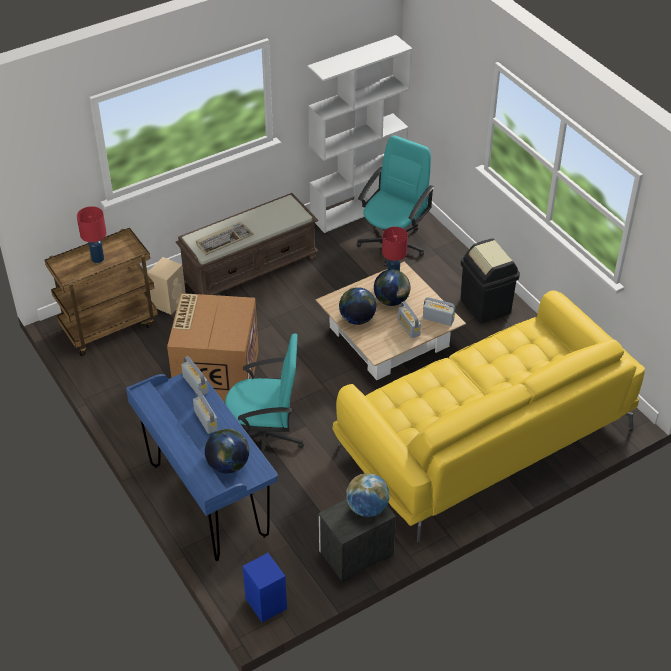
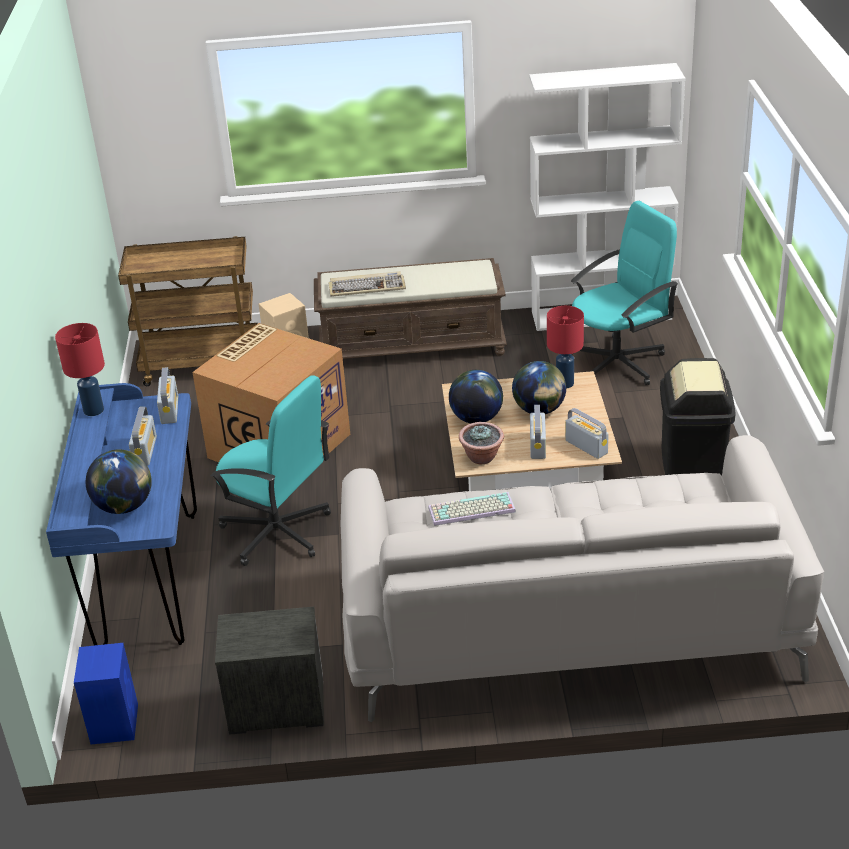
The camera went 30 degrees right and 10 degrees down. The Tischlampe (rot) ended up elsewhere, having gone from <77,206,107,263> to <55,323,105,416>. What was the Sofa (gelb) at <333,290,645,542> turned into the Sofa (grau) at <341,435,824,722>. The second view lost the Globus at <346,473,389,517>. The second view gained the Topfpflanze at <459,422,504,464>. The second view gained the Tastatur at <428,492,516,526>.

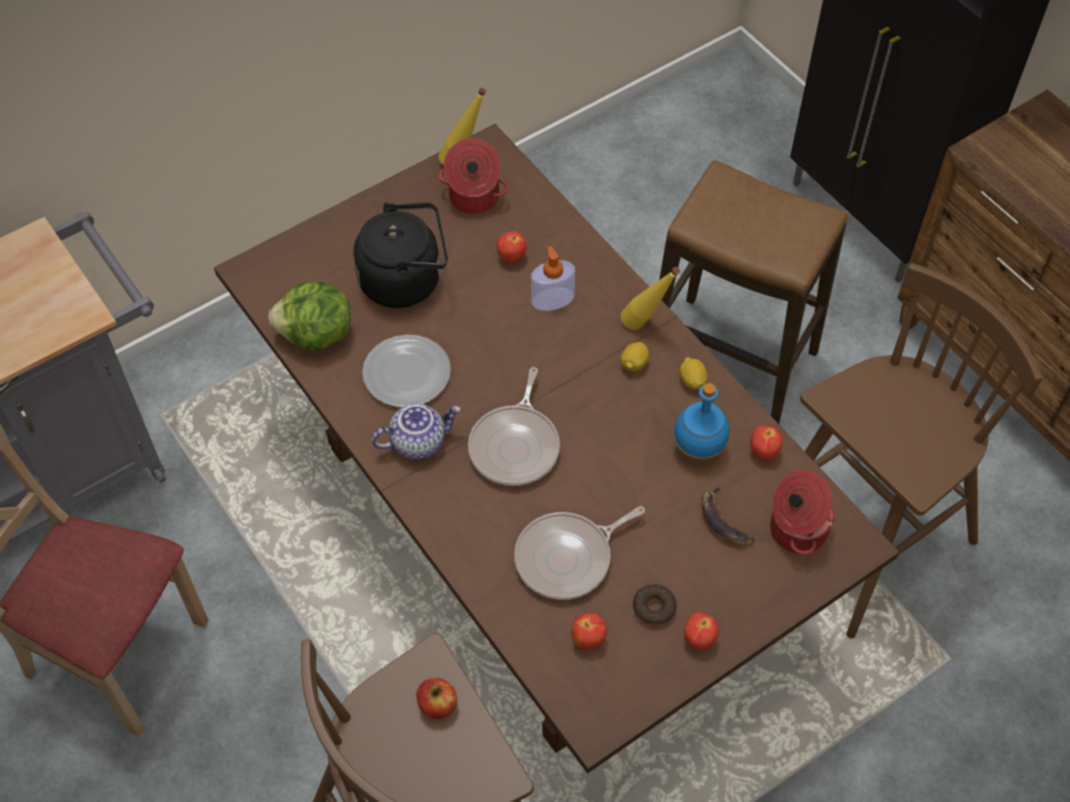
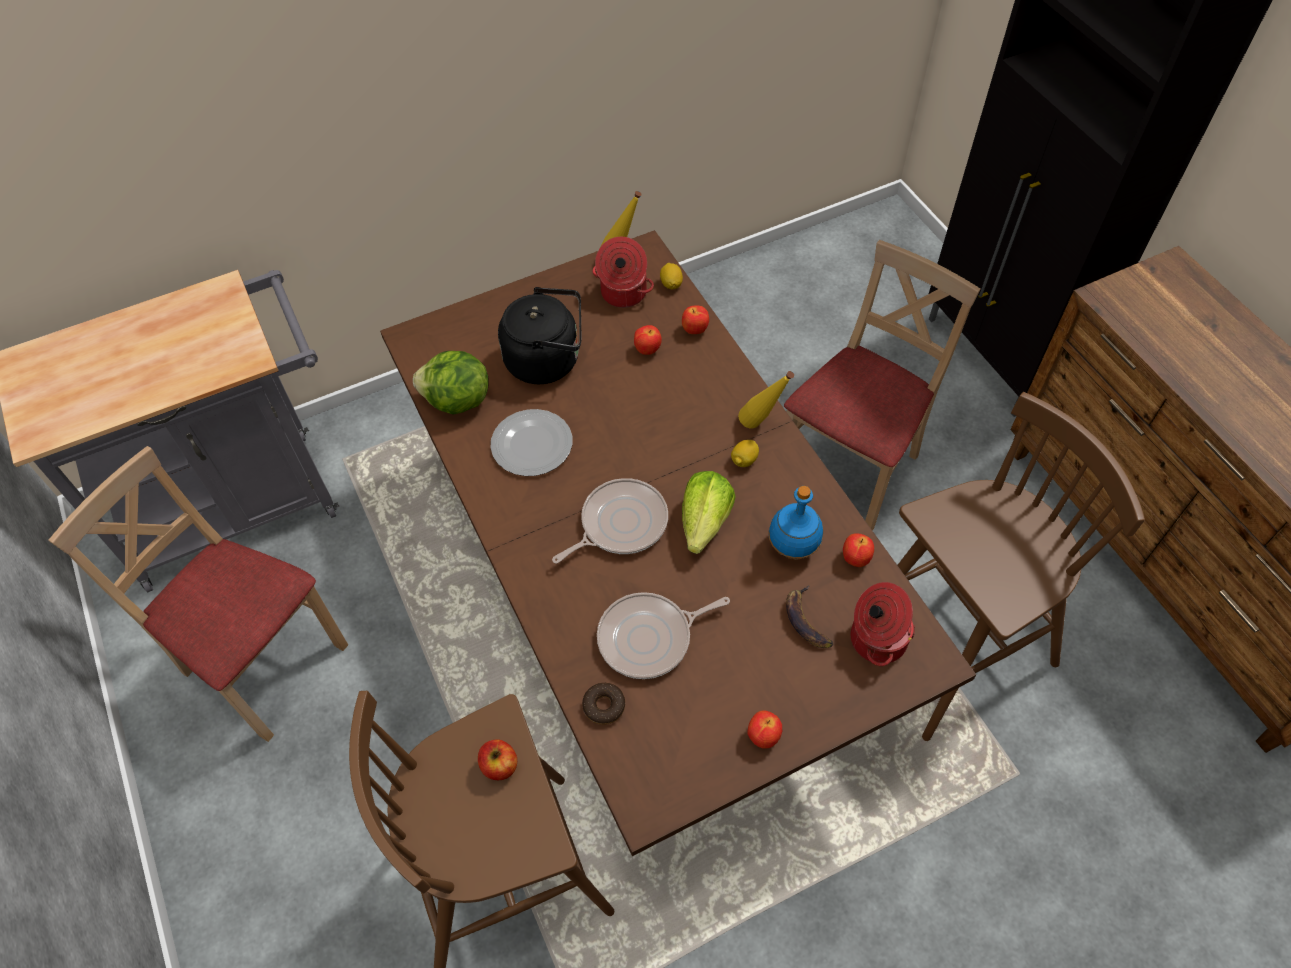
The camera went 10 degrees right and 0 degrees up. Where the Hocker stood at <659,160,848,424>, the Stuhl (beige) came to stand at <784,240,981,530>. The second view lost the Seifenspender at <531,246,575,311>. The Zitrone ended up elsewhere, having gone from <679,357,708,390> to <660,263,683,289>. The Pfanne at <468,367,560,486> ended up facing another way, 150 degrees counterclockwise from before. The second view lost the Teekanne at <372,404,461,460>. The Donut ended up elsewhere, having gone from <633,584,677,626> to <582,683,625,725>. The Apfel ended up elsewhere, having gone from <571,613,607,649> to <682,305,709,334>. The second view gained the Salatkopf at <682,471,736,554>.

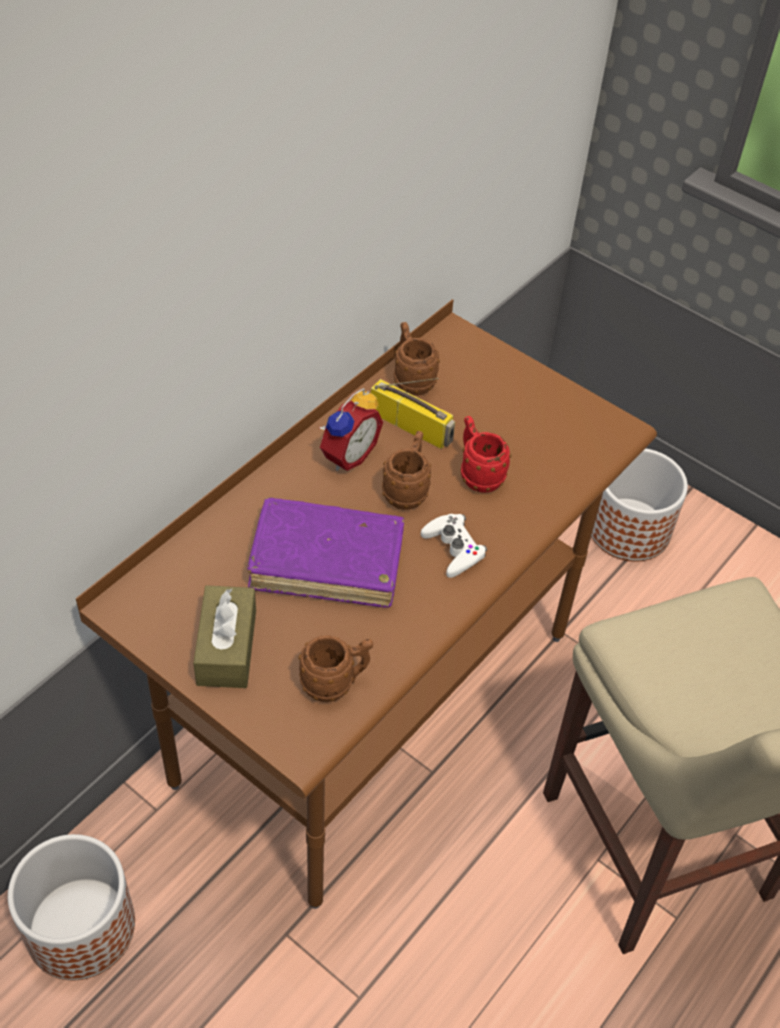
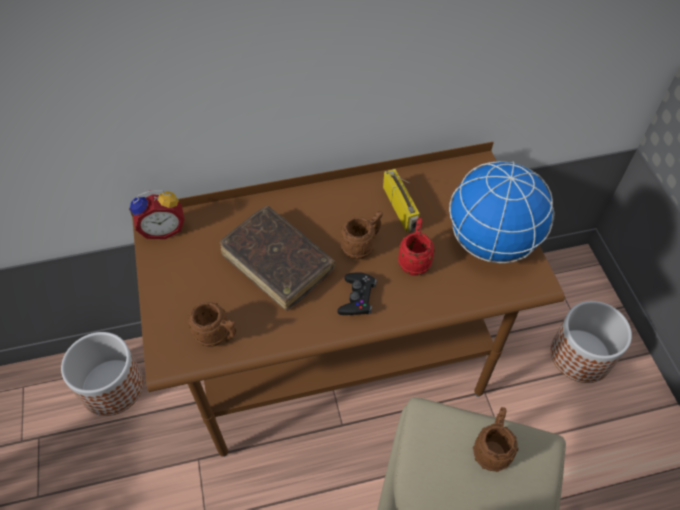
The camera went 40 degrees right and 5 degrees up. The Henkelbecher (braun) ended up elsewhere, having gone from <394,322,440,395> to <473,407,518,472>. The Wecker ended up elsewhere, having gone from <319,388,383,471> to <130,190,184,239>. What was the Buch (lila) at <247,497,405,608> turned into the Buch (braun) at <220,206,335,311>. What was the Gamepad (weiß) at <421,514,487,578> turned into the Gamepad (schwarz) at <337,272,377,315>. The second view lost the Taschentuchbox (braun) at <193,585,256,688>. The second view gained the Globus at <449,161,554,263>.

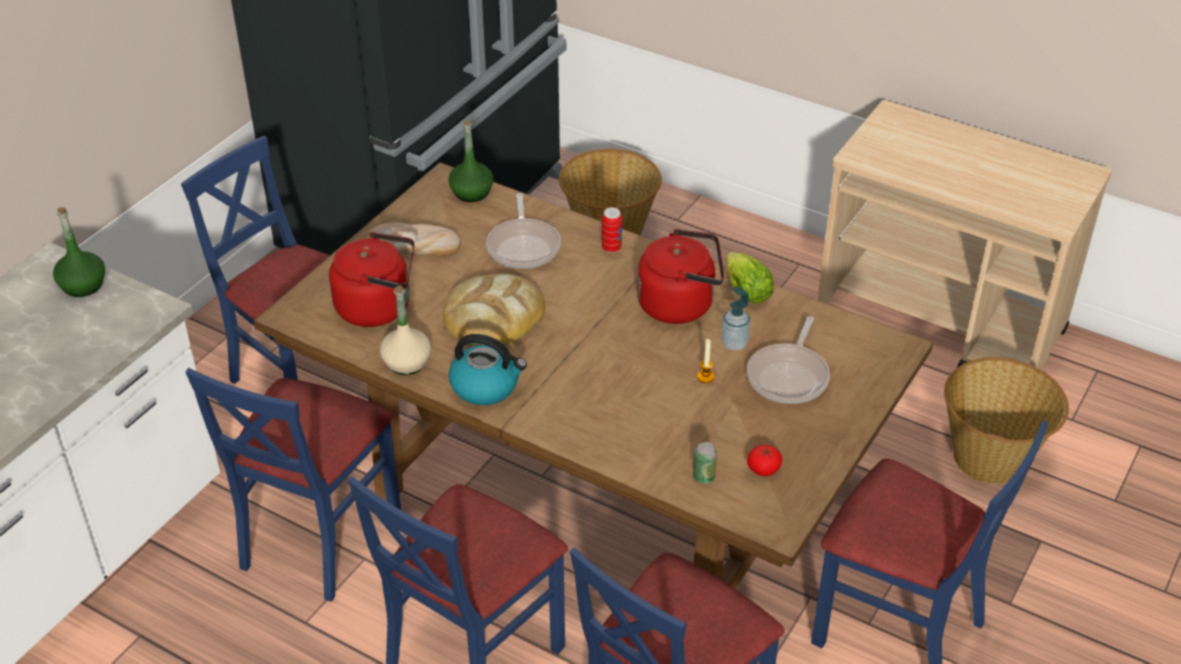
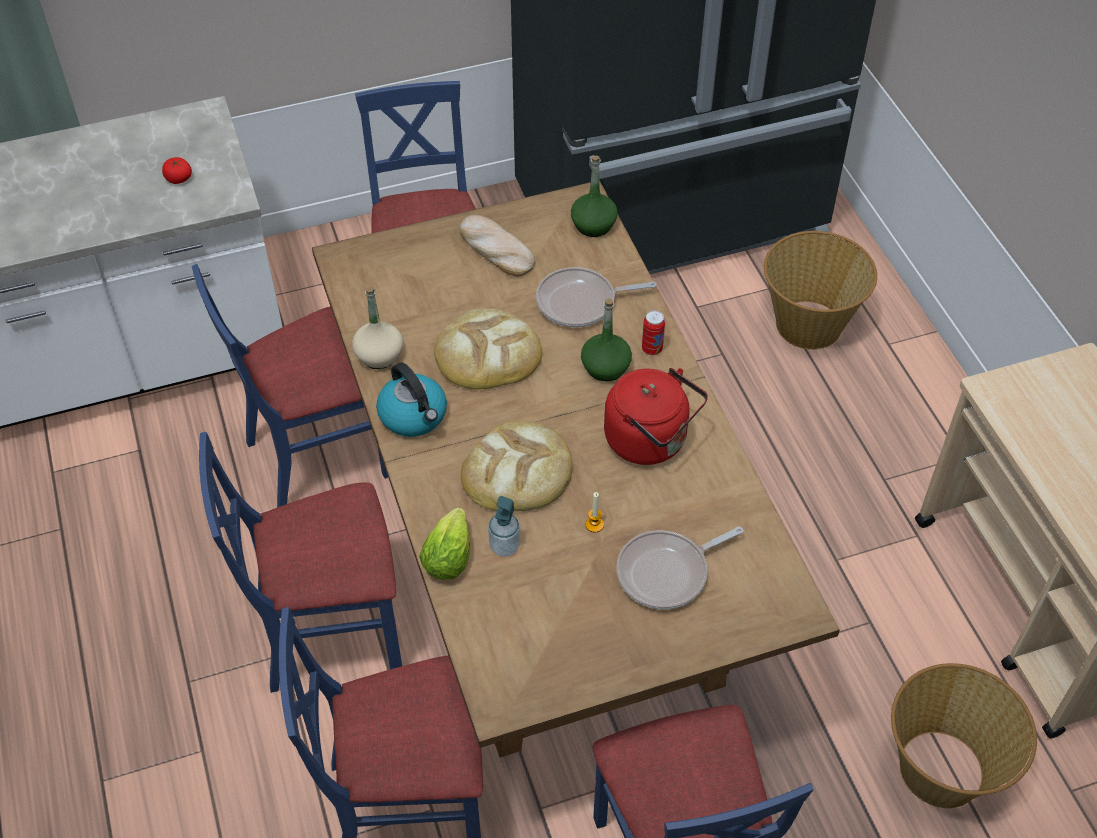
The camera went 40 degrees right and 10 degrees up. The Pfanne at <486,193,561,269> ended up facing another way, 45 degrees clockwise from before. The Flasche (grün) ended up elsewhere, having gone from <53,207,105,297> to <581,298,632,381>. The second view lost the Wasserkessel (rot) at <329,232,414,327>. The Salatkopf ended up elsewhere, having gone from <726,252,774,304> to <419,507,470,580>. The Seifenspender ended up elsewhere, having gone from <721,287,751,351> to <488,496,520,557>. The second view lost the Dose at <693,442,717,484>. The Tomate ended up elsewhere, having gone from <747,445,782,476> to <162,157,192,184>. The second view gained the Brot at <461,421,573,511>.

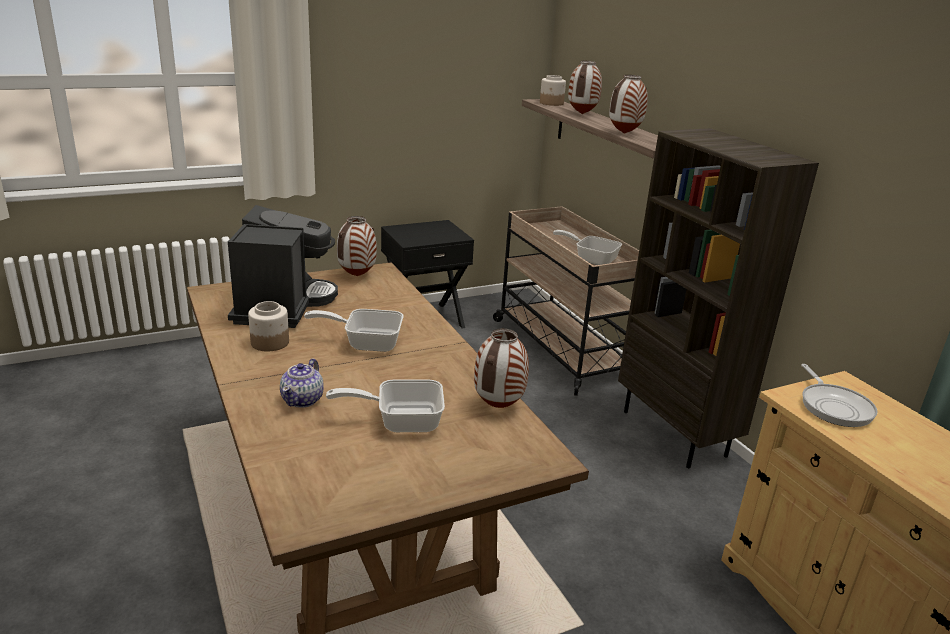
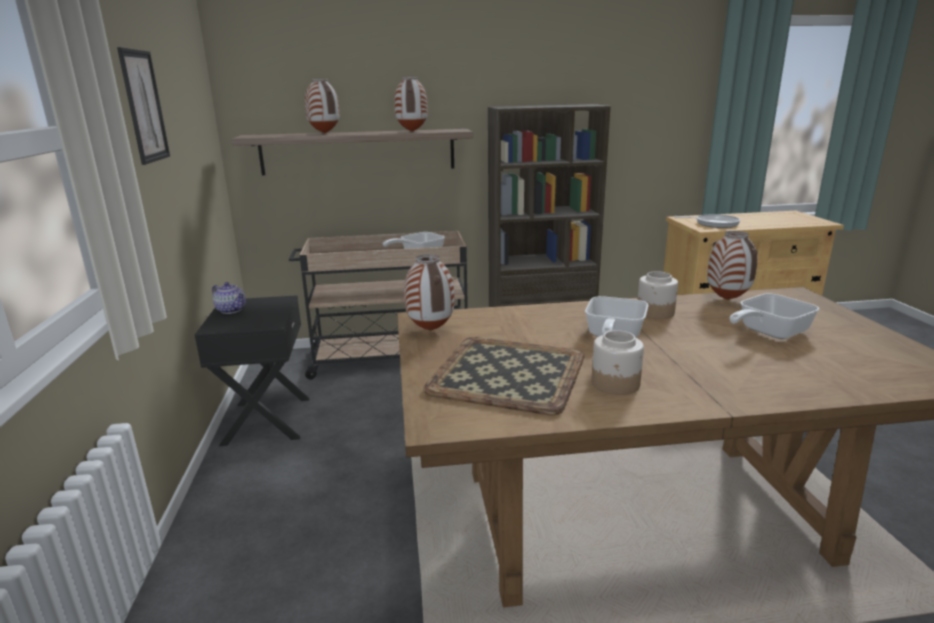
The camera went 70 degrees left and 5 degrees down. The Vorratsglas ended up elsewhere, having gone from <540,75,566,106> to <638,271,678,319>. Where the Kaffeemaschine stood at <228,205,338,328>, the Tablett came to stand at <423,337,584,415>. The Teekanne ended up elsewhere, having gone from <280,358,323,408> to <212,282,246,314>. The Pfanne at <326,380,445,432> ended up facing another way, 45 degrees clockwise from before. The second view gained the Bild at <117,47,170,165>.

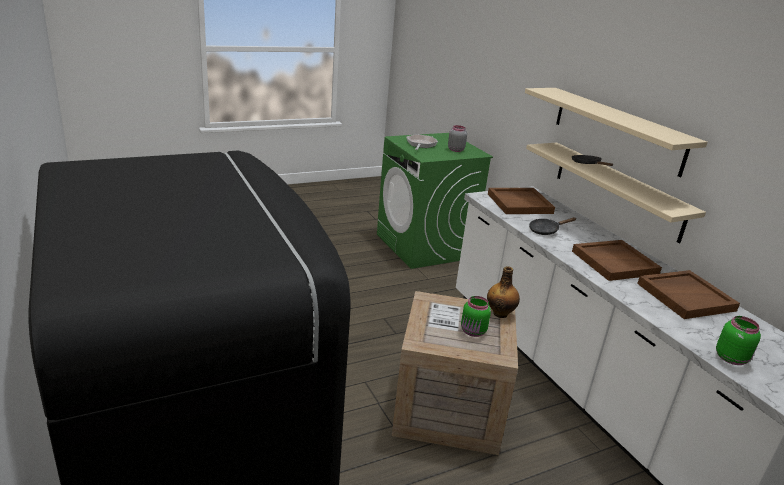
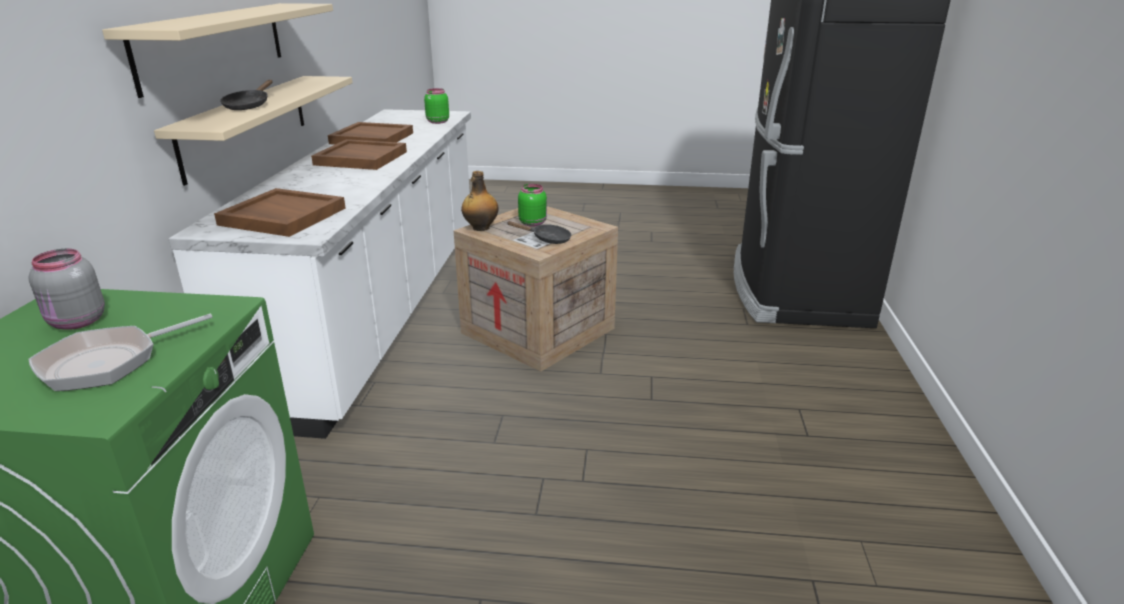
The camera went 145 degrees left and 0 degrees up. The Pfanne (schwarz) ended up elsewhere, having gone from <529,217,577,235> to <507,221,571,244>.

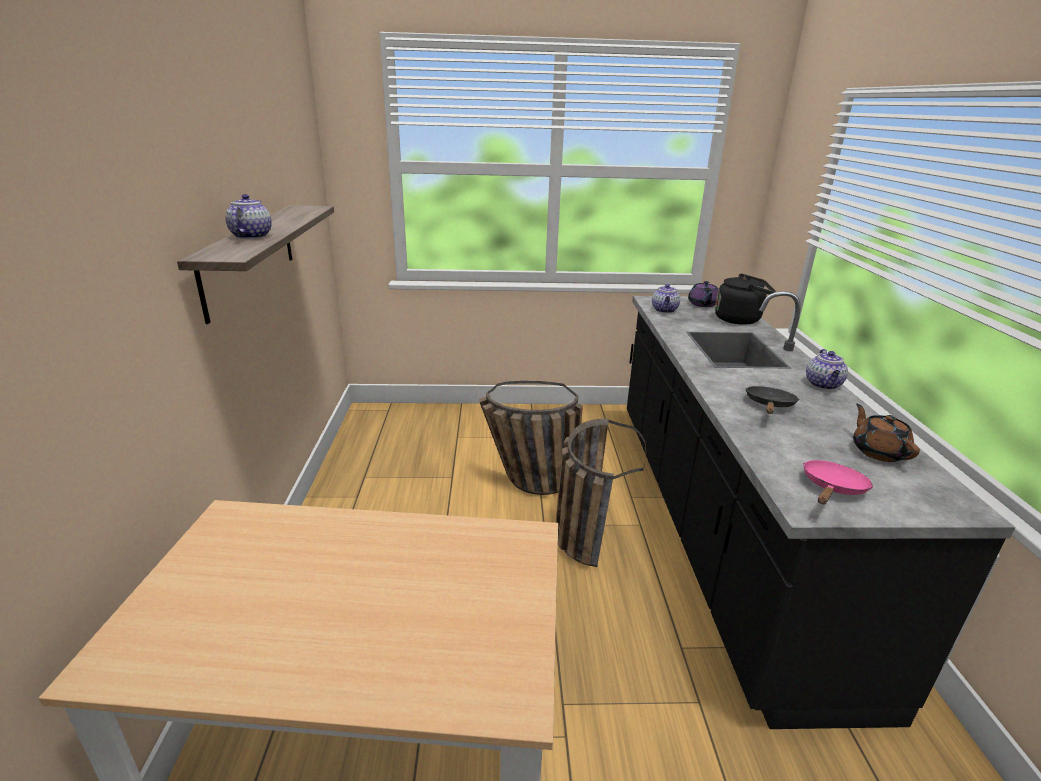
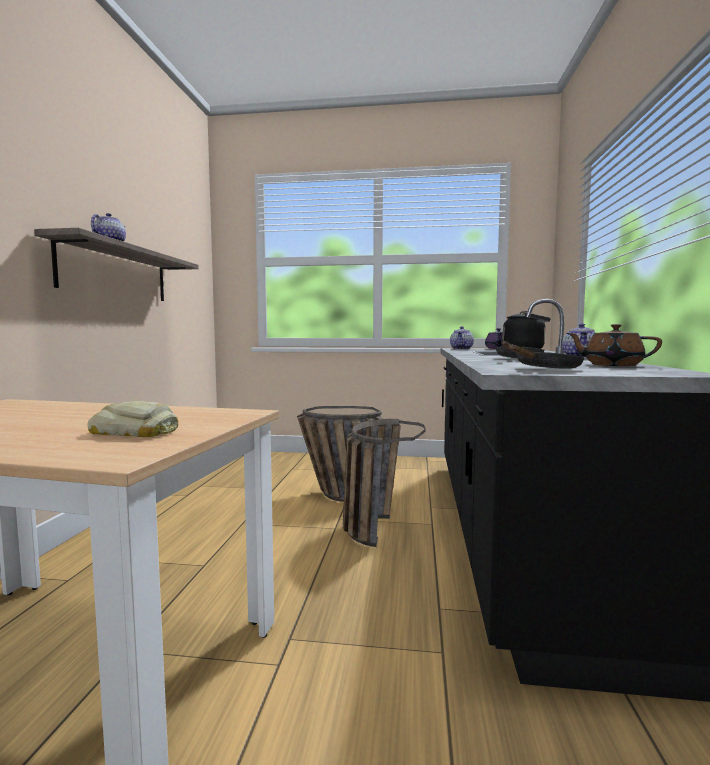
The camera went 10 degrees right and 20 degrees down. The Teekanne (braun) at <853,404,920,462> ended up facing another way, 60 degrees counterclockwise from before. What was the Pfanne (rosa) at <803,460,874,505> turned into the Pfanne (schwarz) at <509,345,585,369>. The second view gained the Brot at <87,401,178,437>.

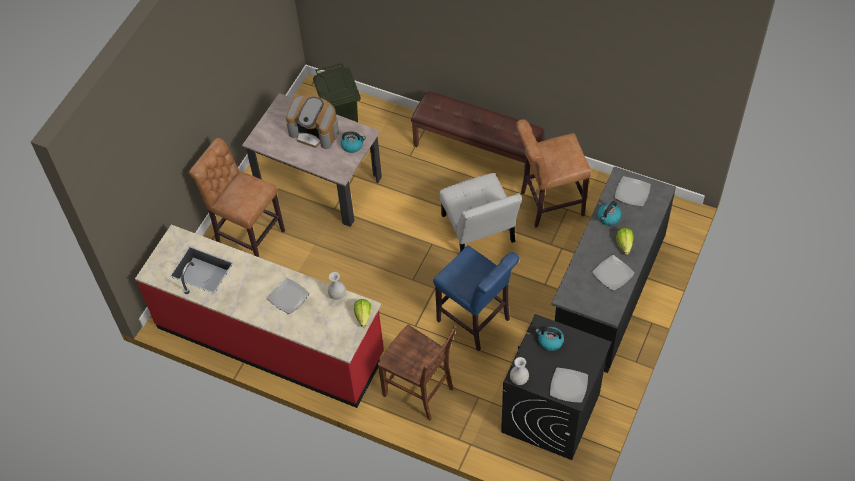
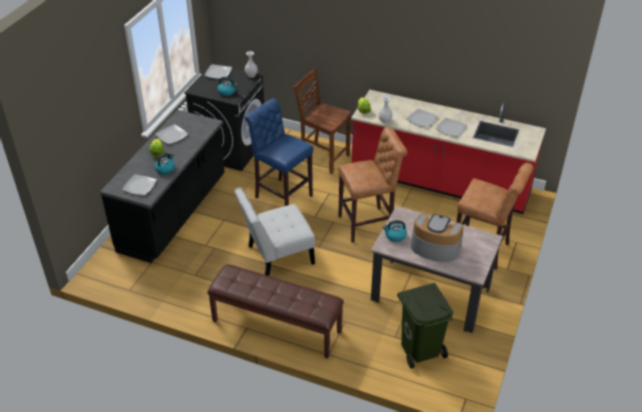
The camera went 175 degrees right and 15 degrees down. The Hocker (braun) ended up elsewhere, having gone from <516,119,591,228> to <338,126,408,243>. The Stuhl (weiß) at <440,173,522,252> ended up facing another way, 90 degrees counterclockwise from before. The second view gained the Teller at <436,118,467,137>.

